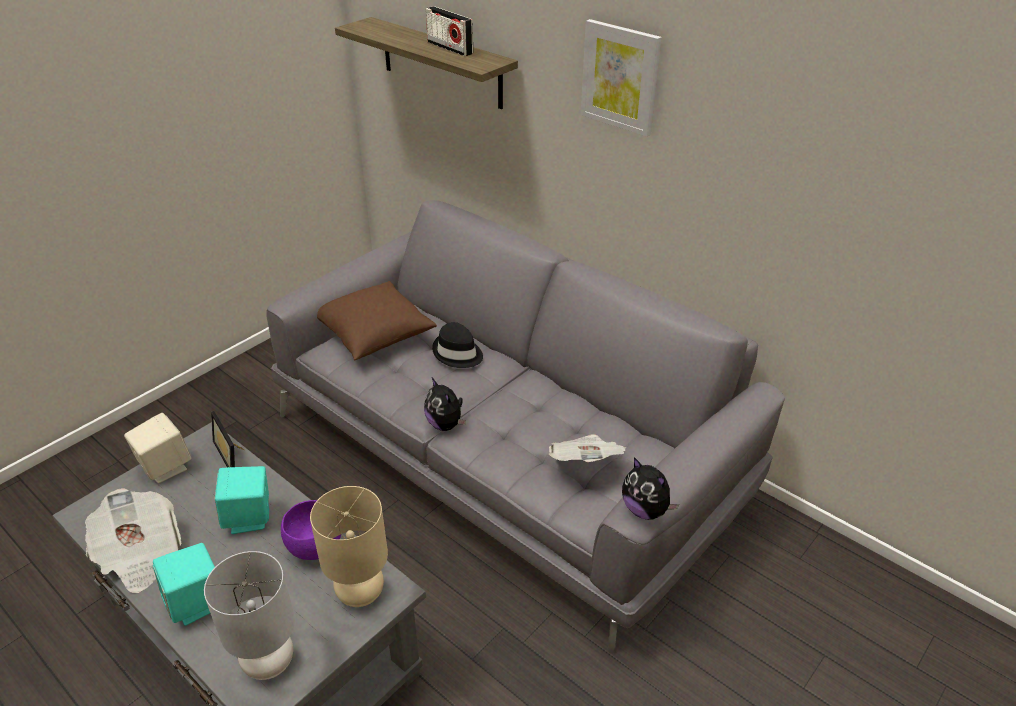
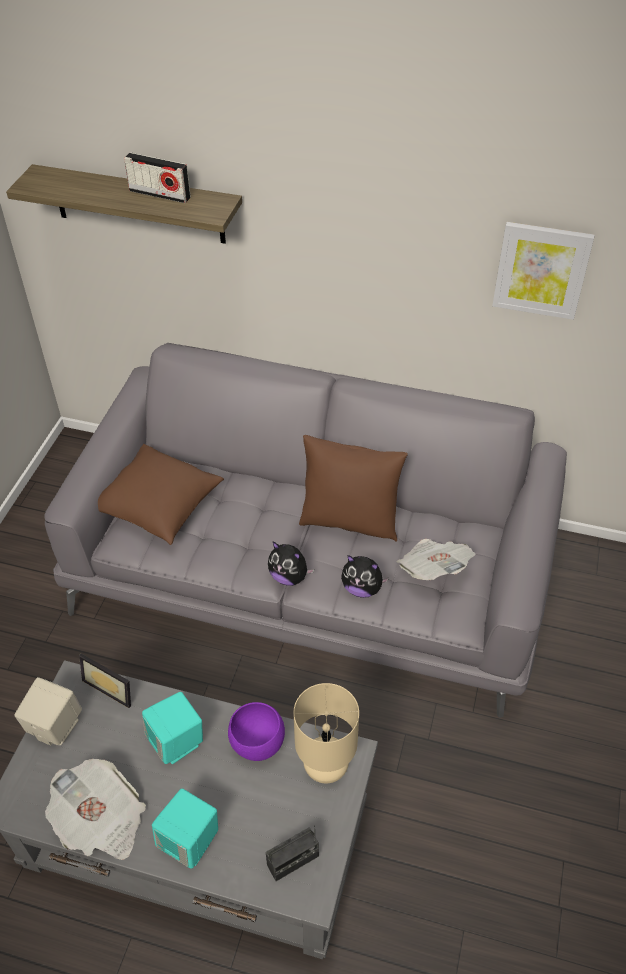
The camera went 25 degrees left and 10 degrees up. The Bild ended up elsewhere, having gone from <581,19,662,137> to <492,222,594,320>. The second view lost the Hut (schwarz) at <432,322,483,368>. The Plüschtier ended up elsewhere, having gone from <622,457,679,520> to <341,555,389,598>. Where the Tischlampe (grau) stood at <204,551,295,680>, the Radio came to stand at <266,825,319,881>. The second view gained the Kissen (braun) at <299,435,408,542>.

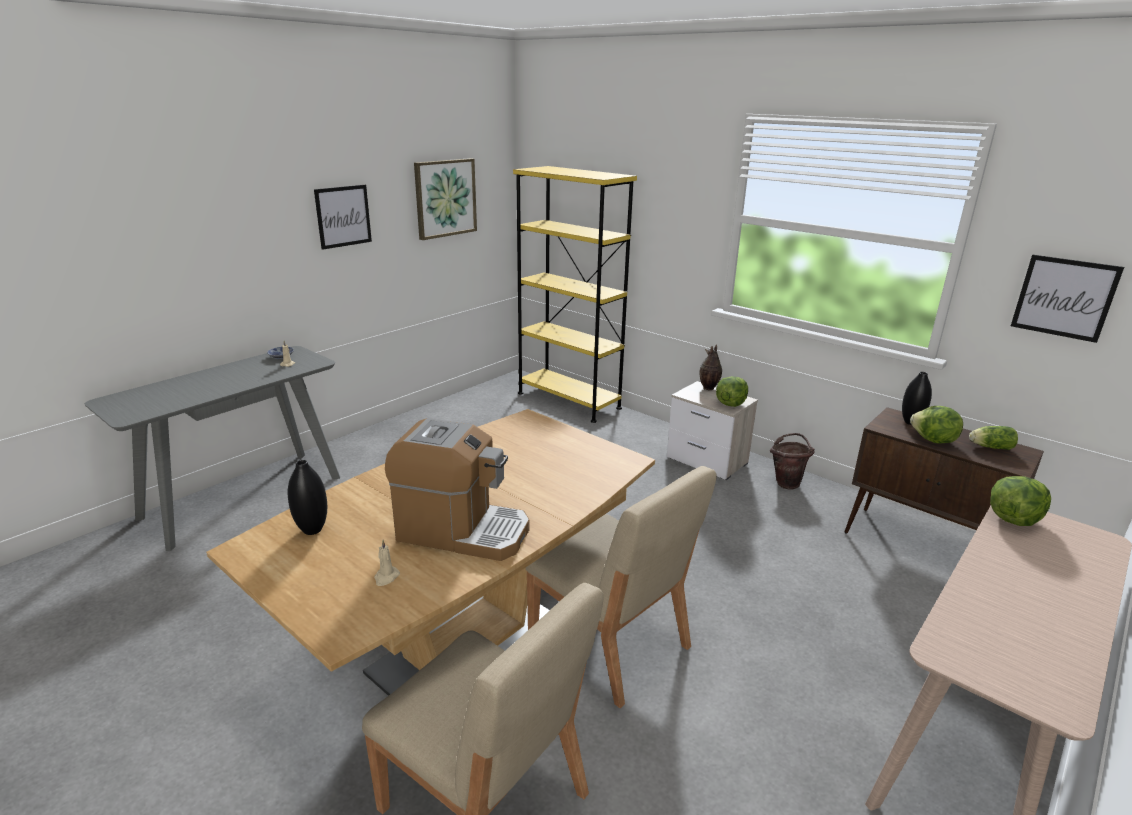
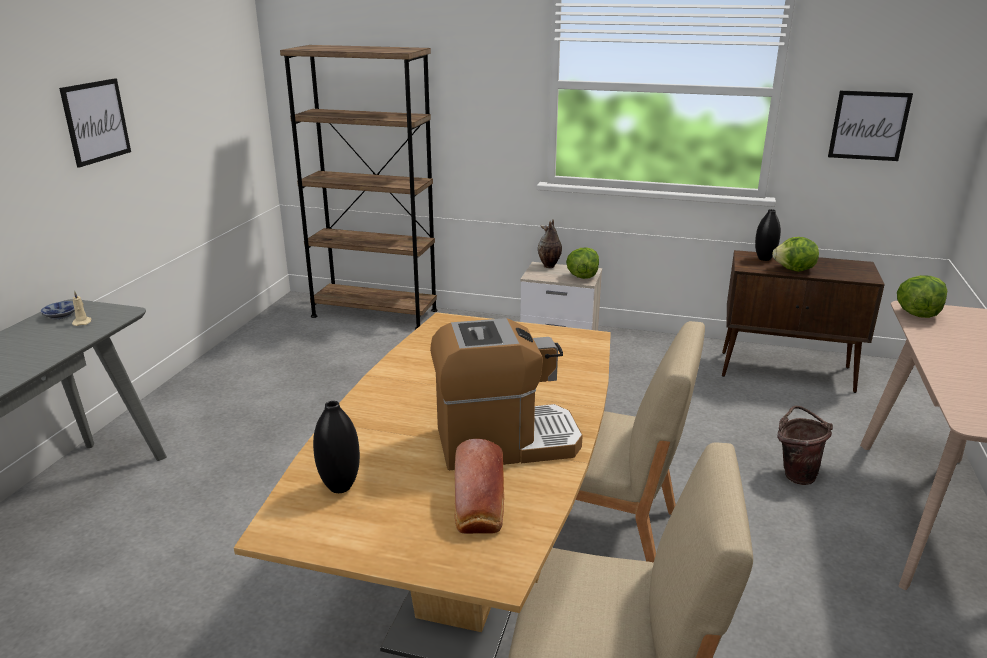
The camera went 25 degrees left and 0 degrees up. The second view lost the Bild at <414,158,477,240>. What was the Bücherregal (gelb) at <513,166,637,423> turned into the Bücherregal (braun) at <280,45,438,330>. The second view lost the Salatkopf at <969,426,1018,450>. The Eimer (braun) ended up elsewhere, having gone from <770,433,815,490> to <777,406,833,485>. Where the Kerze (beige) stood at <374,540,400,586>, the Brot came to stand at <455,439,504,534>.

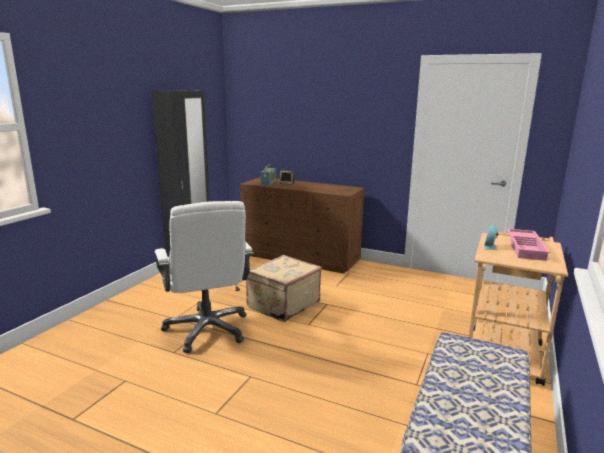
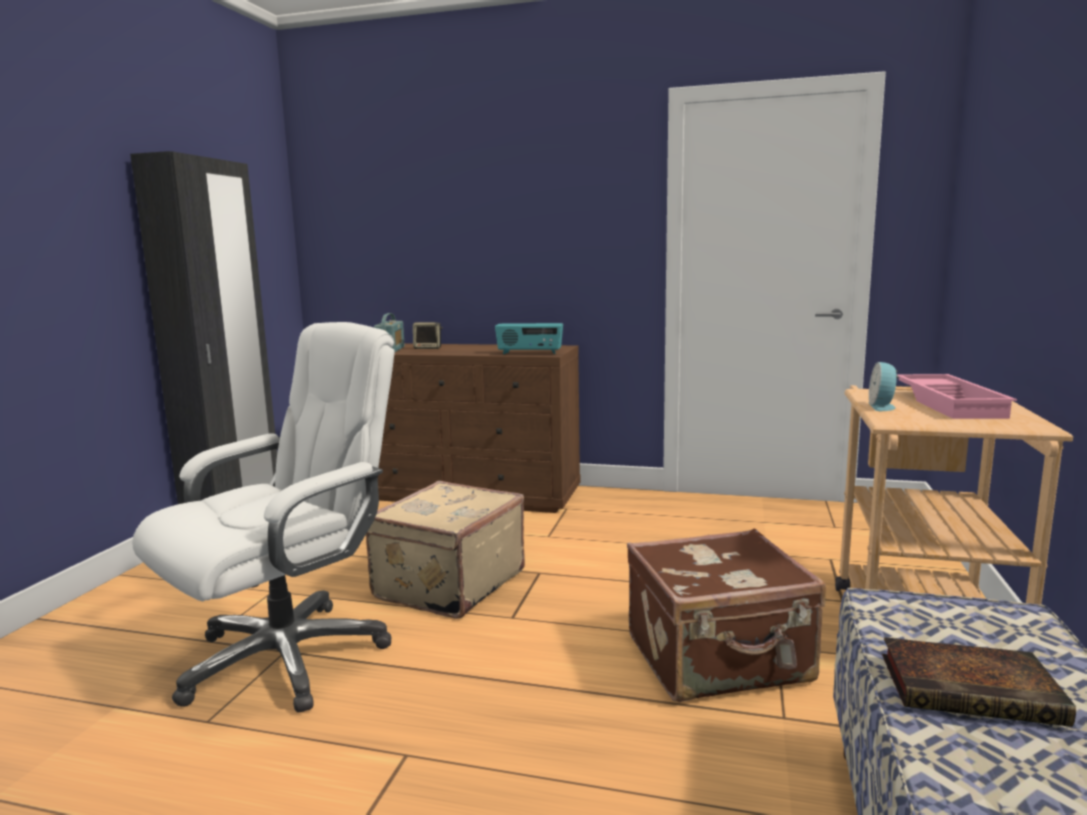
The camera went 10 degrees left and 5 degrees down. The Bürostuhl (weiß) at <155,201,254,353> ended up facing another way, 105 degrees counterclockwise from before. The second view gained the Radio at <495,323,563,354>. The second view gained the Koffer (braun) at <627,529,826,702>. The second view gained the Buch at <882,637,1076,727>.

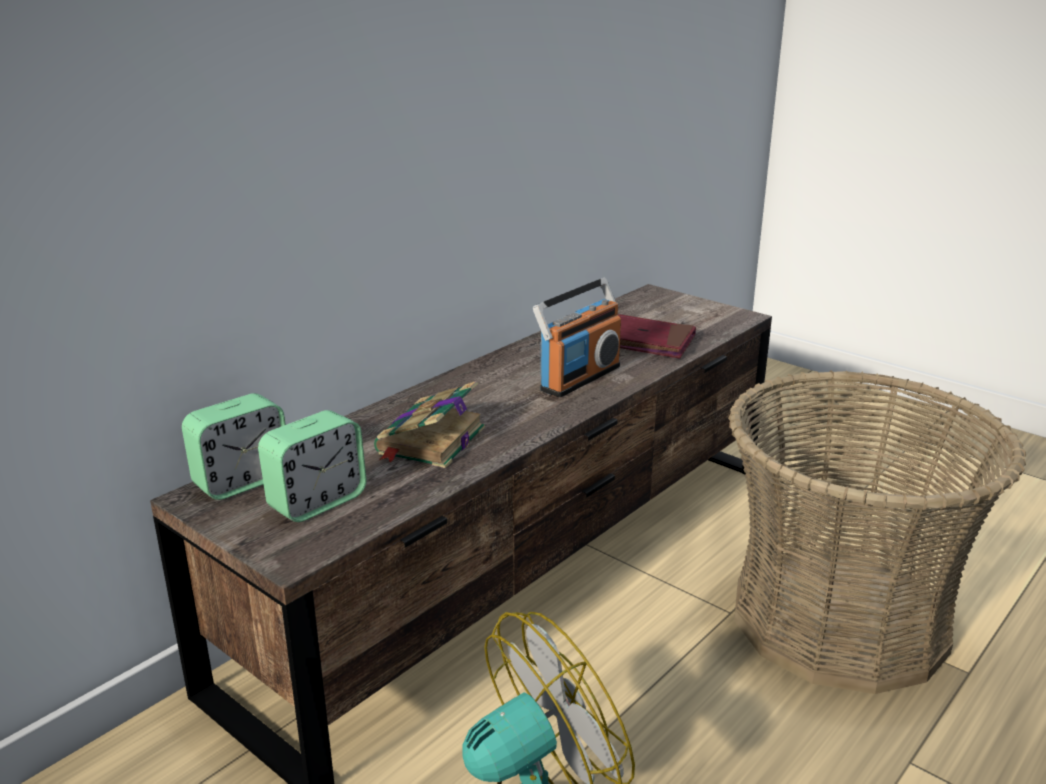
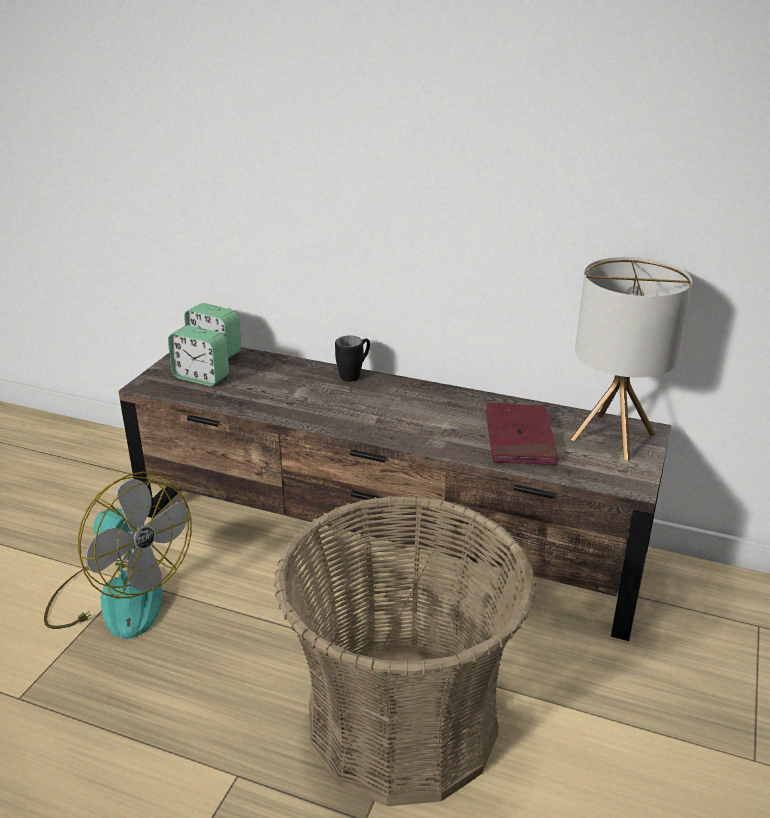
The camera went 70 degrees right and 5 degrees up. The second view lost the Radio at <533,277,621,397>. The second view lost the Buch at <374,381,485,468>. The second view gained the Tischlampe at <570,257,692,461>. The second view gained the Henkelbecher (schwarz) at <335,336,370,382>.

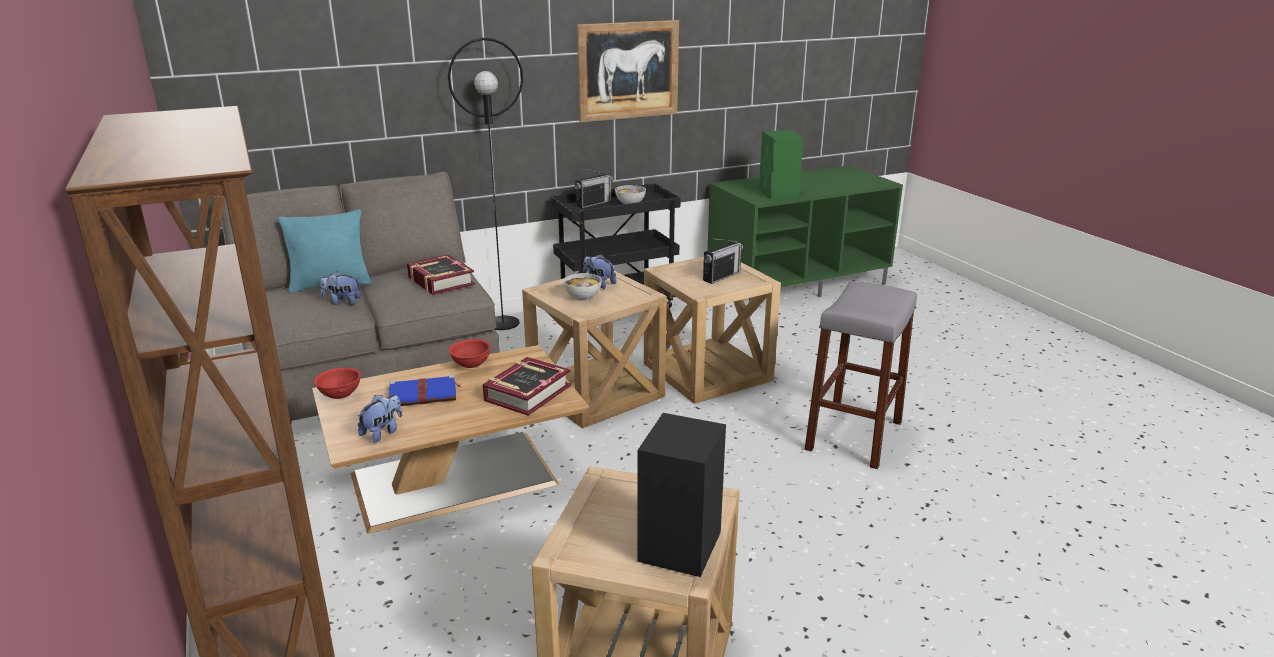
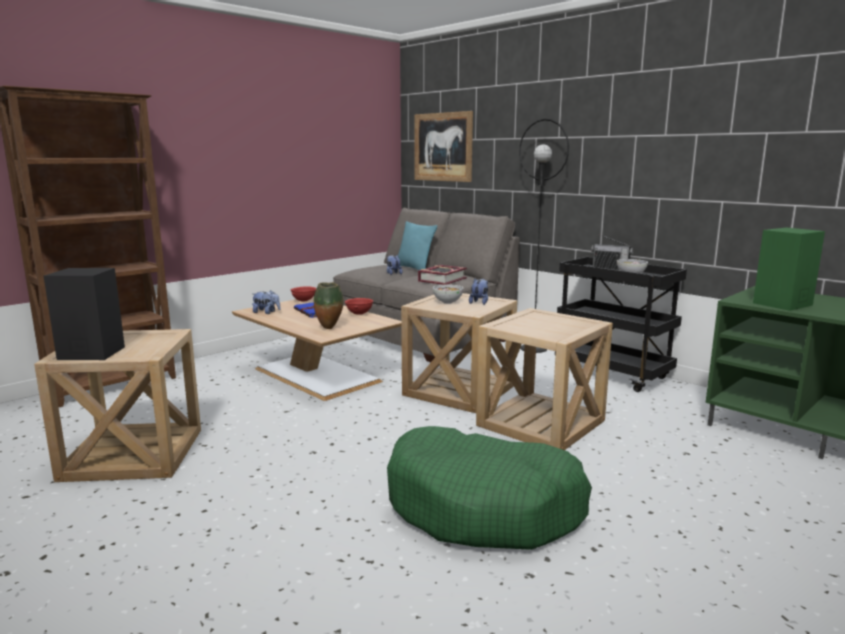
The camera went 70 degrees right and 10 degrees down. The Bild ended up elsewhere, having gone from <577,20,679,122> to <414,111,473,182>. The second view lost the Radio at <703,238,743,284>. Where the Hocker (grau) stood at <805,281,917,469>, the Hundebett (grün) came to stand at <387,426,592,550>. Where the Buch stood at <483,357,571,416>, the Vase came to stand at <314,282,344,329>.

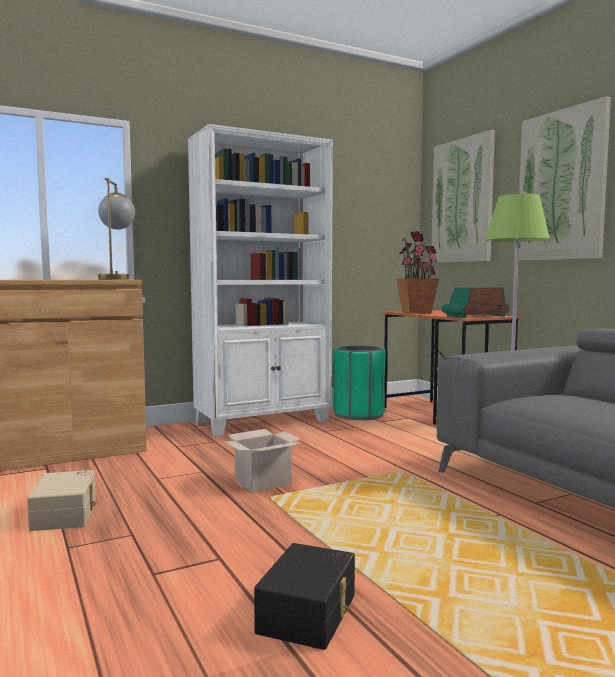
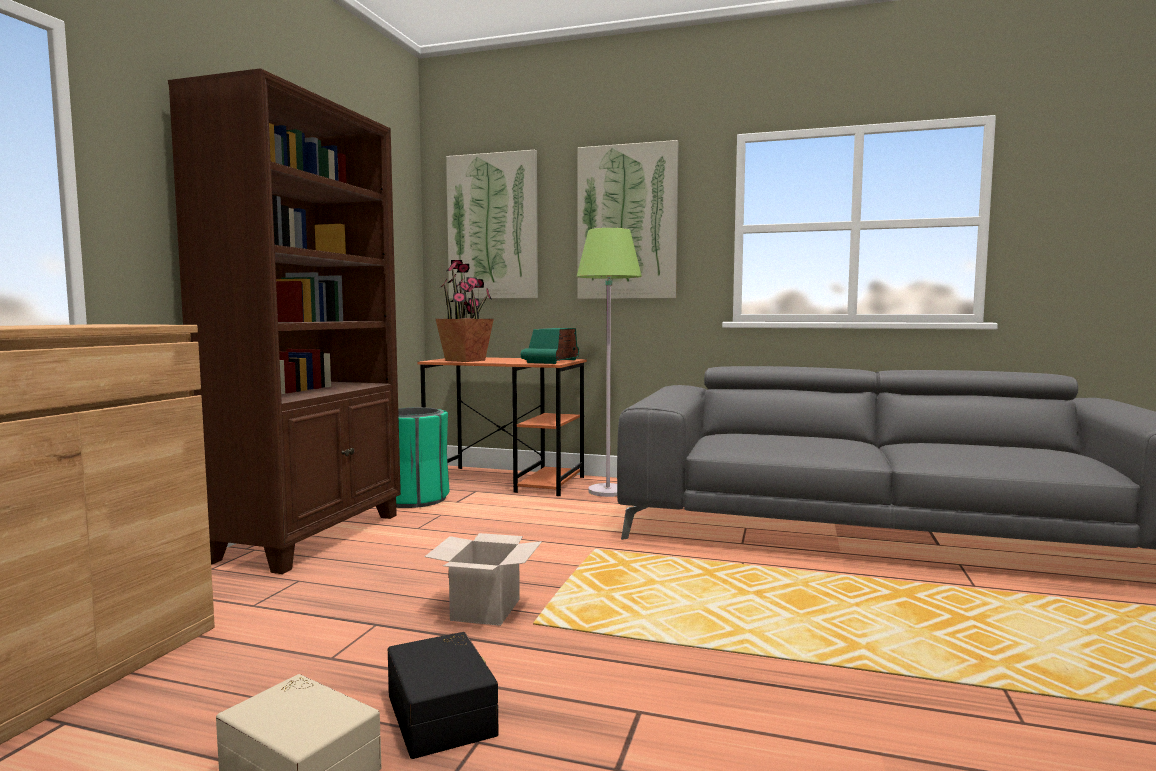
The camera went 45 degrees left and 0 degrees up. What was the Bücherregal (weiß) at <188,124,333,437> turned into the Bücherregal (braun) at <168,68,401,574>. The second view lost the Tischlampe at <98,178,135,279>. The Aufbewahrungsbox (schwarz) ended up elsewhere, having gone from <254,543,355,650> to <388,632,499,759>.

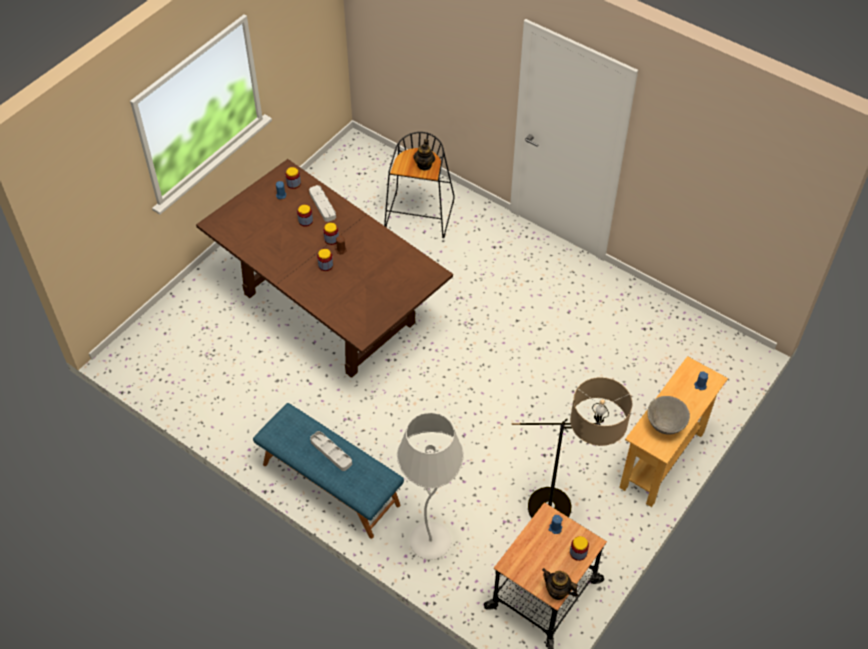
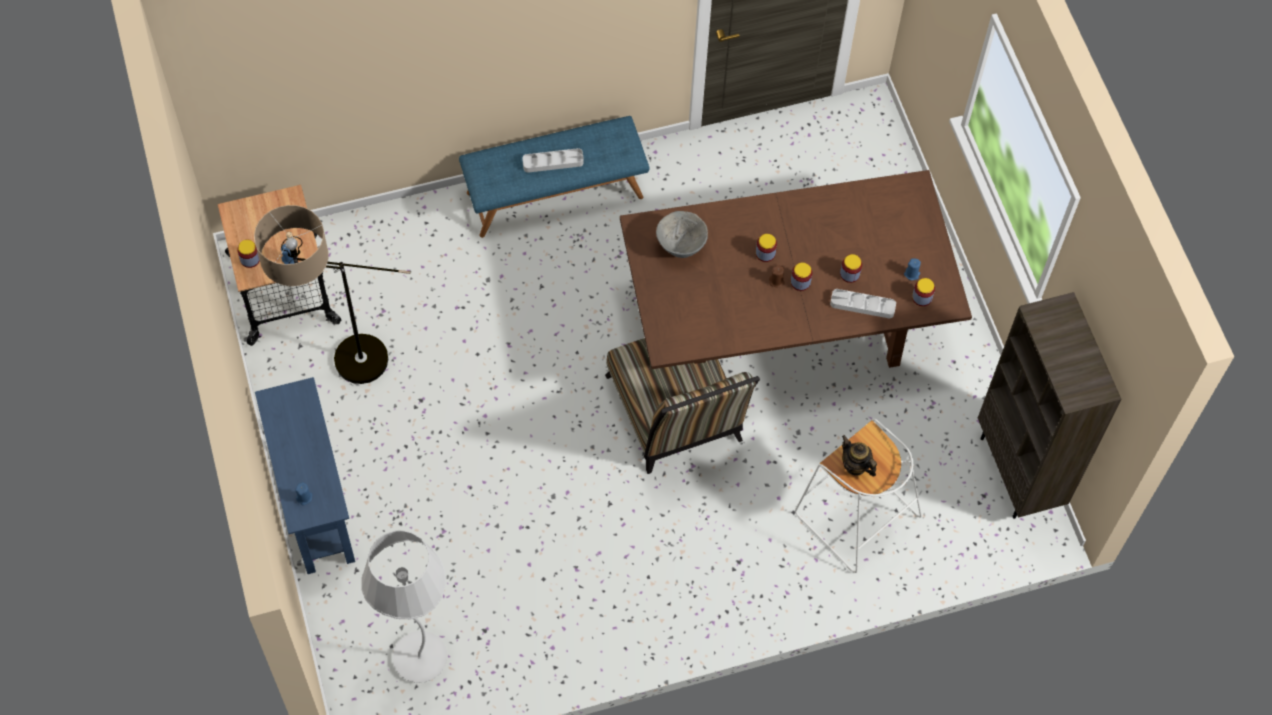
The camera went 125 degrees right and 10 degrees up. What was the Hocker (schwarz) at <384,132,454,238> turned into the Hocker (weiß) at <795,419,922,573>. What was the Konsolentisch (beige) at <619,356,728,507> turned into the Konsolentisch (blau) at <255,377,355,574>. The Schüssel (grau) ended up elsewhere, having gone from <647,396,690,435> to <656,211,708,258>. The Stehlampe (weiß) ended up elsewhere, having gone from <397,412,464,560> to <361,530,447,683>. The second view lost the Teekanne at <542,568,578,600>. The second view gained the Bücherregal (braun) at <978,292,1122,519>. The second view gained the Stuhl at <605,338,760,474>.

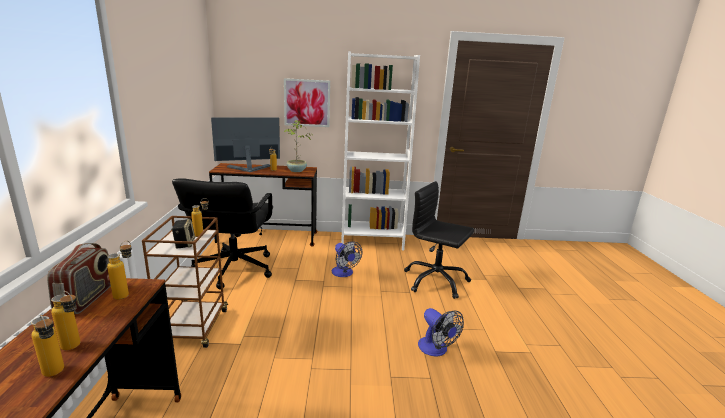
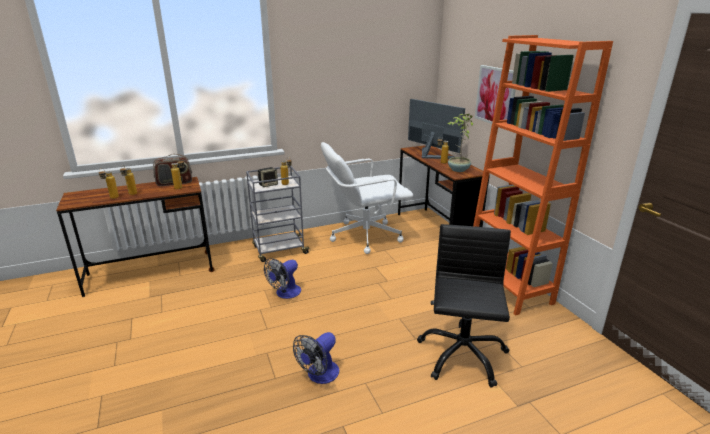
The camera went 70 degrees right and 5 degrees up. What was the Bücherregal (weiß) at <341,51,420,250> turned into the Bücherregal (orange) at <473,35,613,316>. What was the Bürostuhl (schwarz) at <172,178,273,289> turned into the Bürostuhl (weiß) at <321,142,413,254>. What was the Rollwagen (braun) at <142,216,228,348> turned into the Rollwagen (grau) at <246,166,311,262>. The Ventilator ended up elsewhere, having gone from <332,241,362,277> to <264,258,301,299>.

